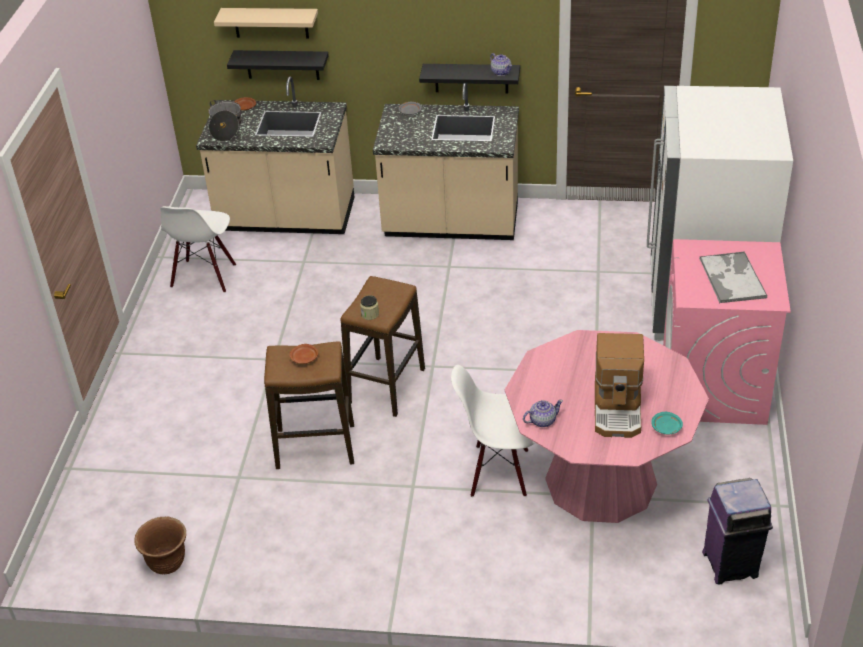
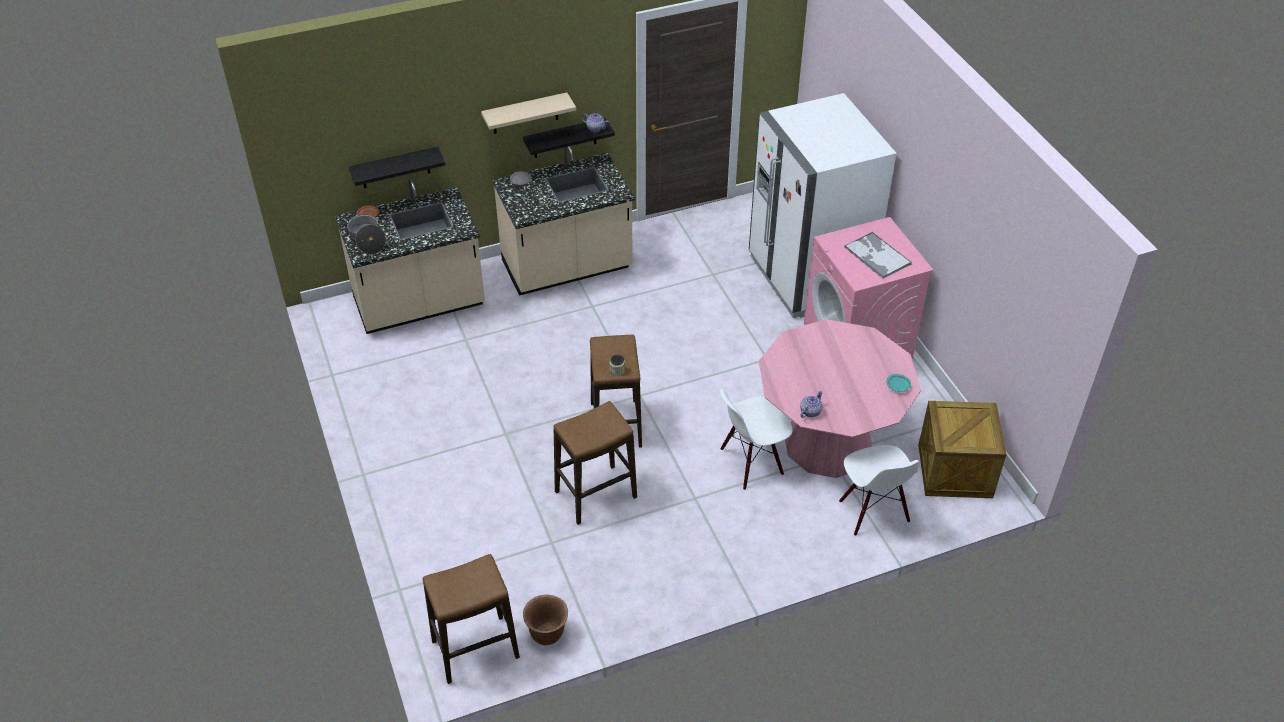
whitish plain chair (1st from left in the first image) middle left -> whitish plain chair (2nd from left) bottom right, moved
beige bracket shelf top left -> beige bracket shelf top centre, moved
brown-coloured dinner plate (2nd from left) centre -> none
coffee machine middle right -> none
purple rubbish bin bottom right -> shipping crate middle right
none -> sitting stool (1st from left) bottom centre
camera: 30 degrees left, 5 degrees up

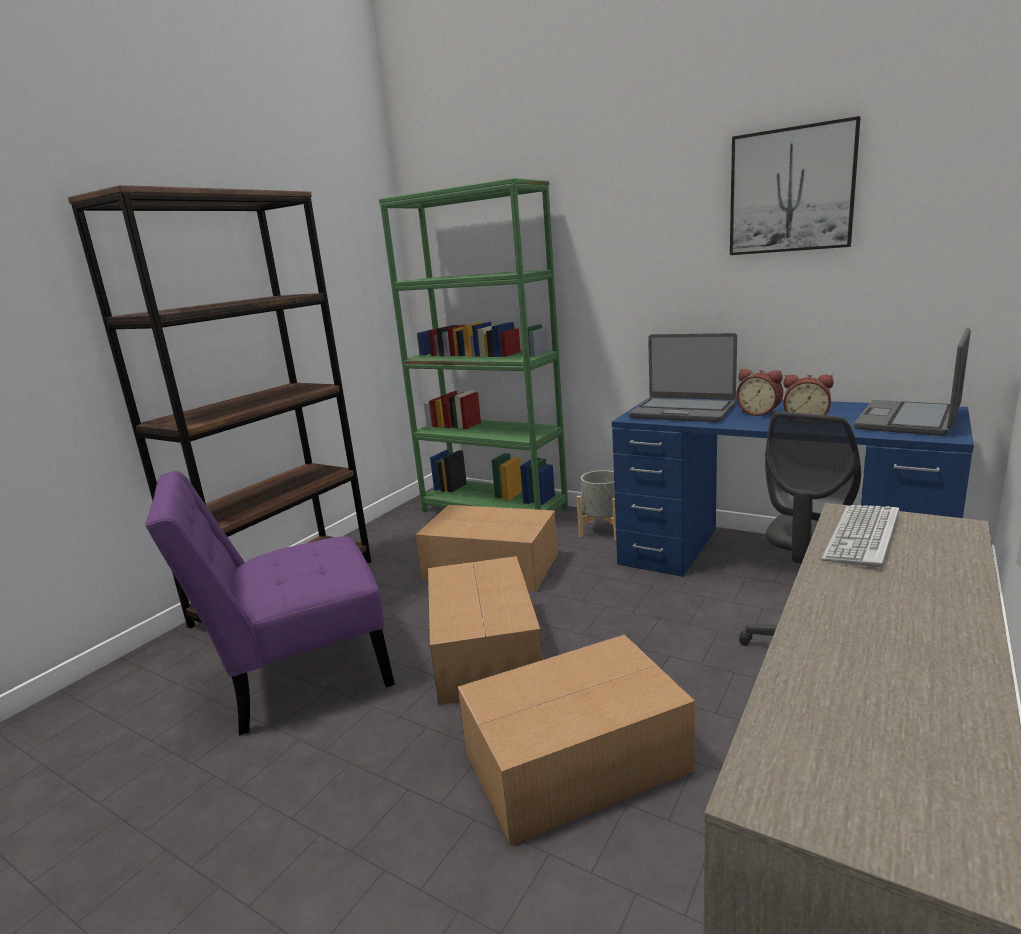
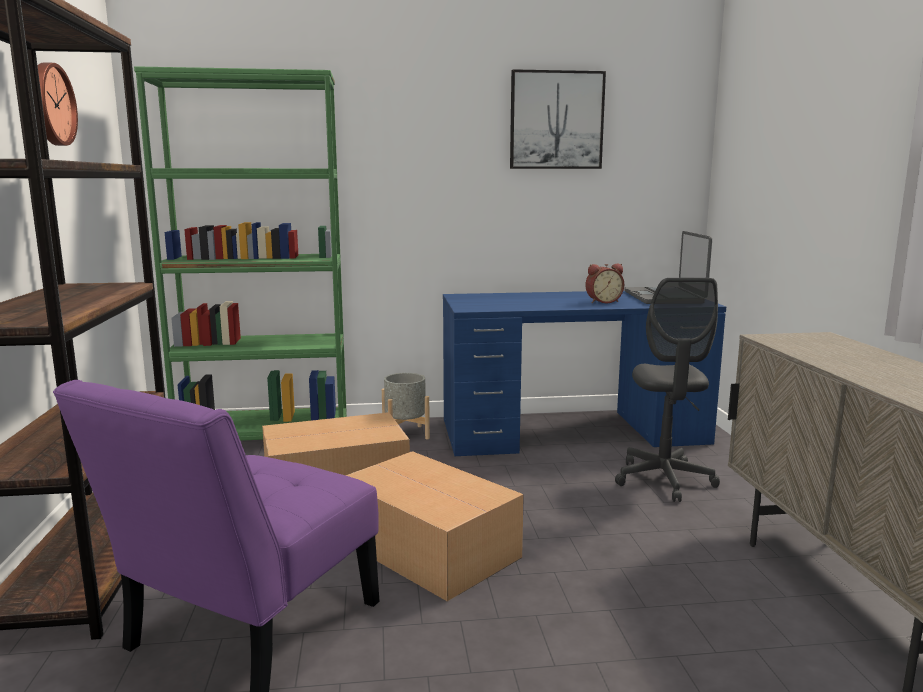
carton (3rd from left) bottom centre -> none
laptop (1st from left) middle right -> none
bedside clock (1st from left) middle right -> none
PC keyboard middle right -> none
none -> hanging clock top left
camera: 40 degrees left, 5 degrees down

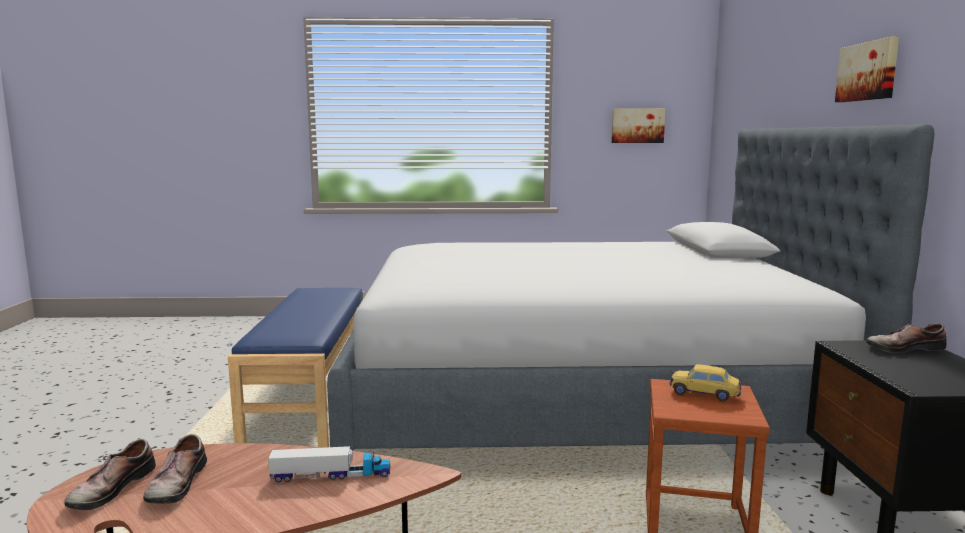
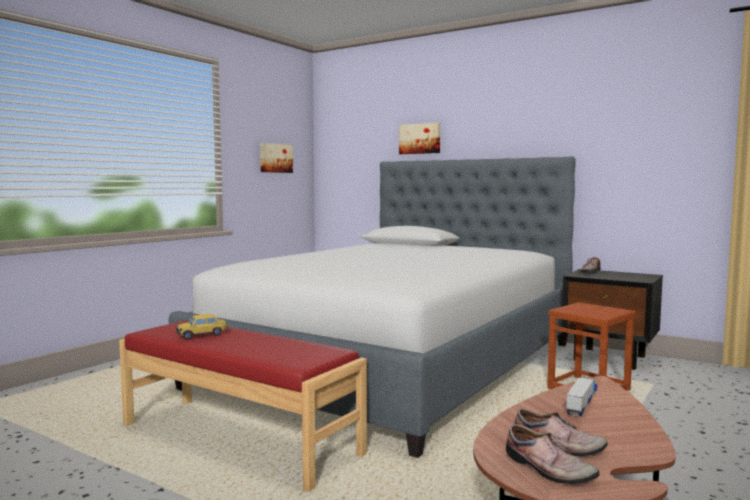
blue long seat bottom left -> red long seat bottom left
model car bottom right -> model car middle left, moved
wall art (2nd from left) top right -> wall art (2nd from left) top centre, moved
camera: 55 degrees left, 5 degrees down

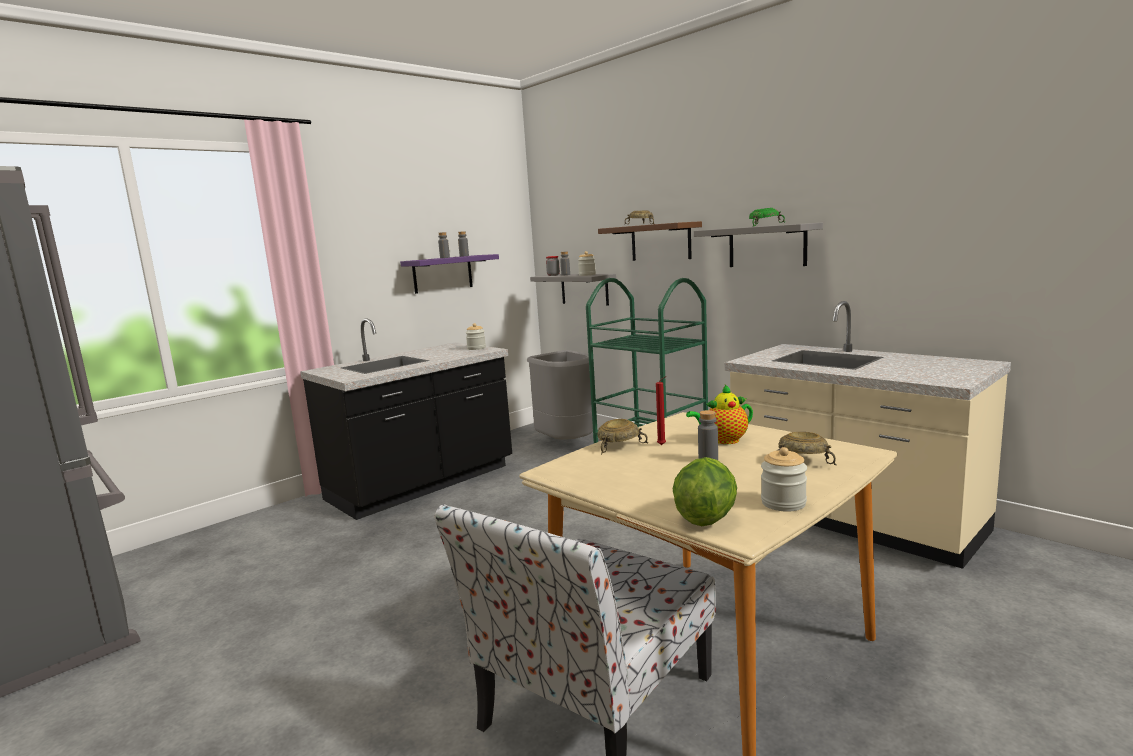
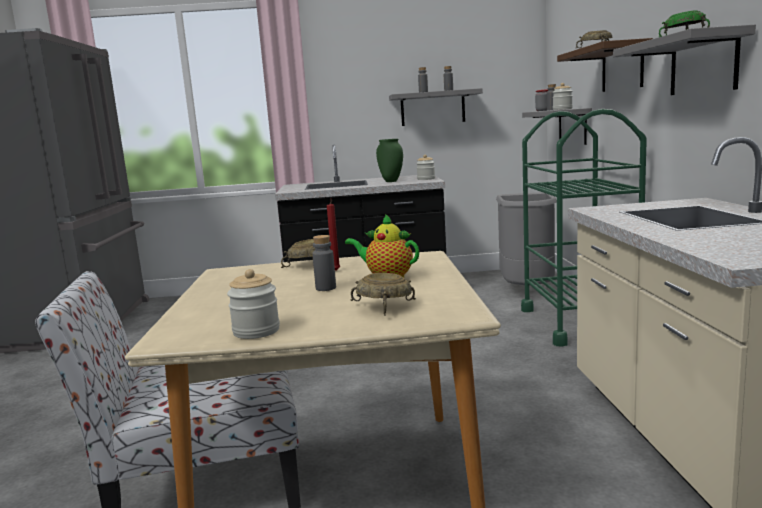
purple bracket shelf centre -> grey bracket shelf (1st from left) top centre
lettuce head centre -> none
none -> greenish decorative vase top centre
camera: 40 degrees right, 0 degrees up

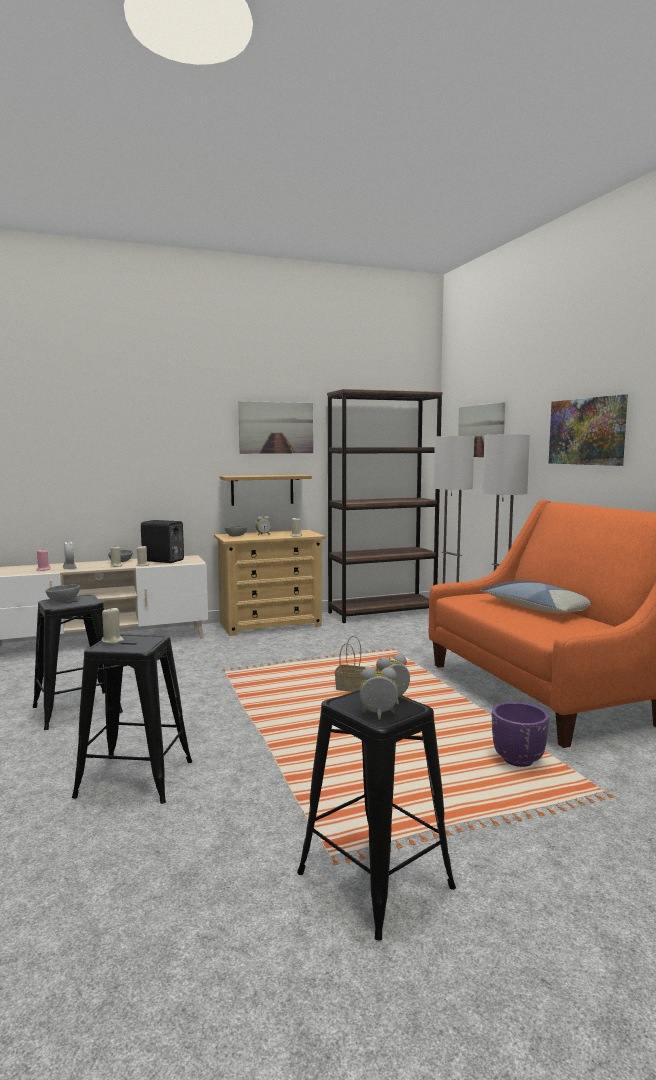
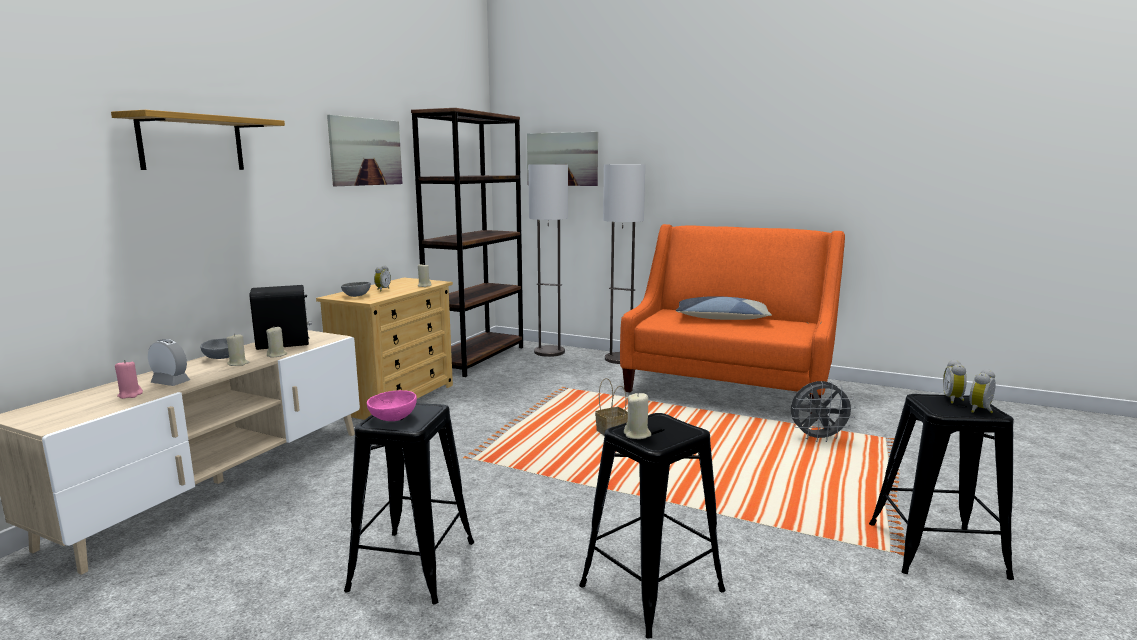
grey deep dish (1st from left) middle left -> pink deep dish centre
bracket shelf centre -> bracket shelf top left, moved
purple plant pot bottom right -> grey cooling fan middle right
wall art (3rd from left) middle right -> none
camera: 45 degrees left, 5 degrees up

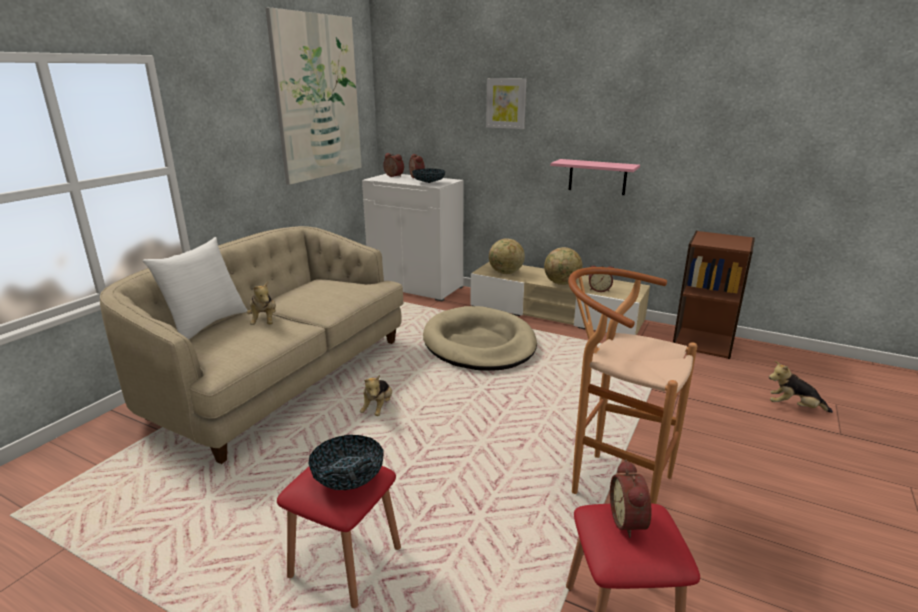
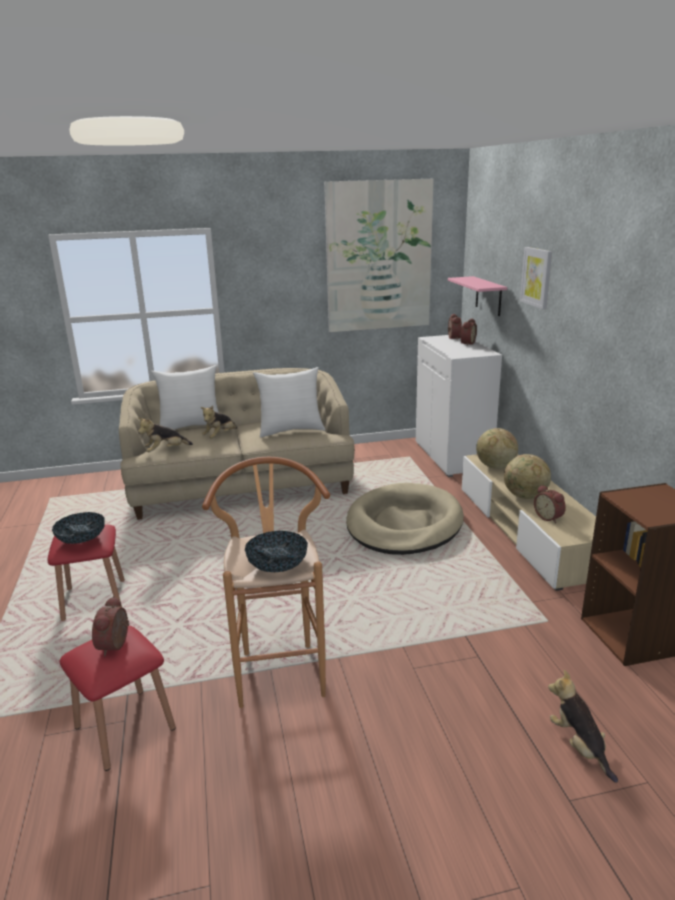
soft toy (2nd from left in the first image) centre -> soft toy (1st from left) middle left, moved
deep dish (2nd from left) top centre -> deep dish (2nd from left) centre, moved
pink bracket shelf top centre -> pink bracket shelf top right, moved
bedside clock (4th from left in the first image) bottom right -> bedside clock (1st from left) bottom left, 45 degrees counterclockwise
none -> whitish throw pillow (2nd from left) centre
camera: 50 degrees right, 0 degrees up

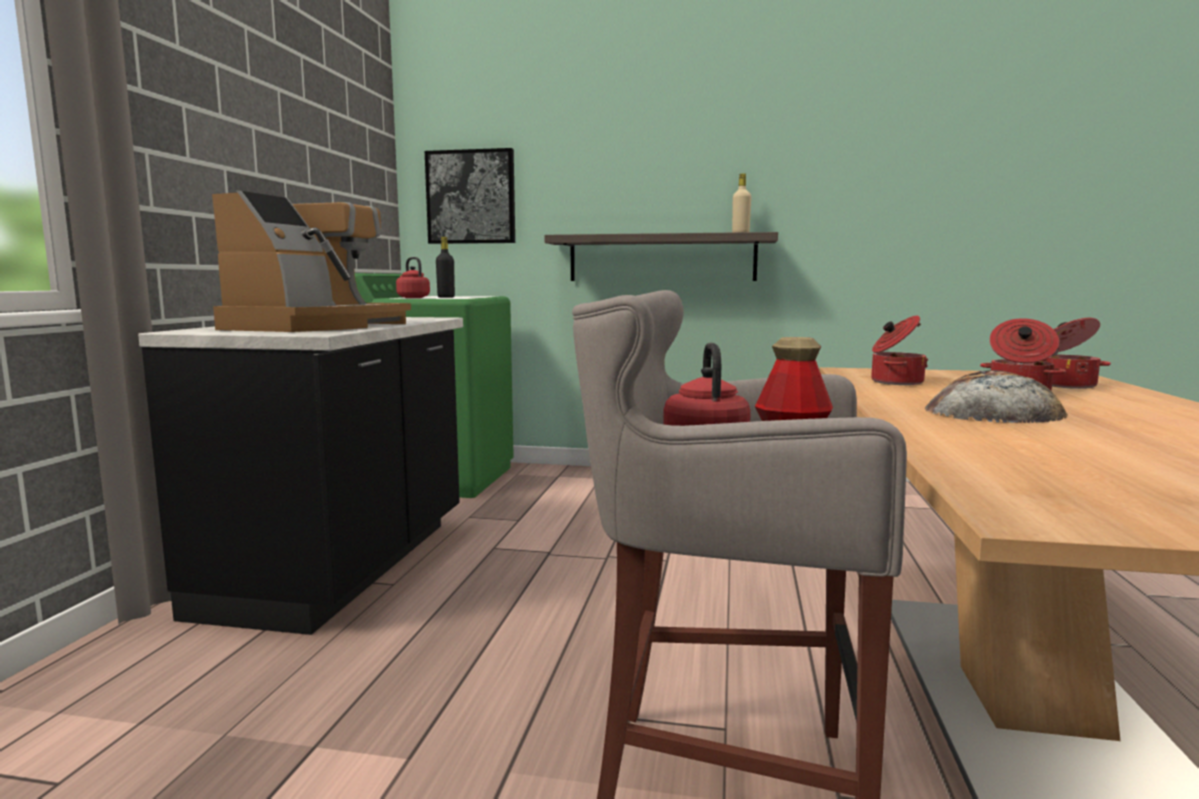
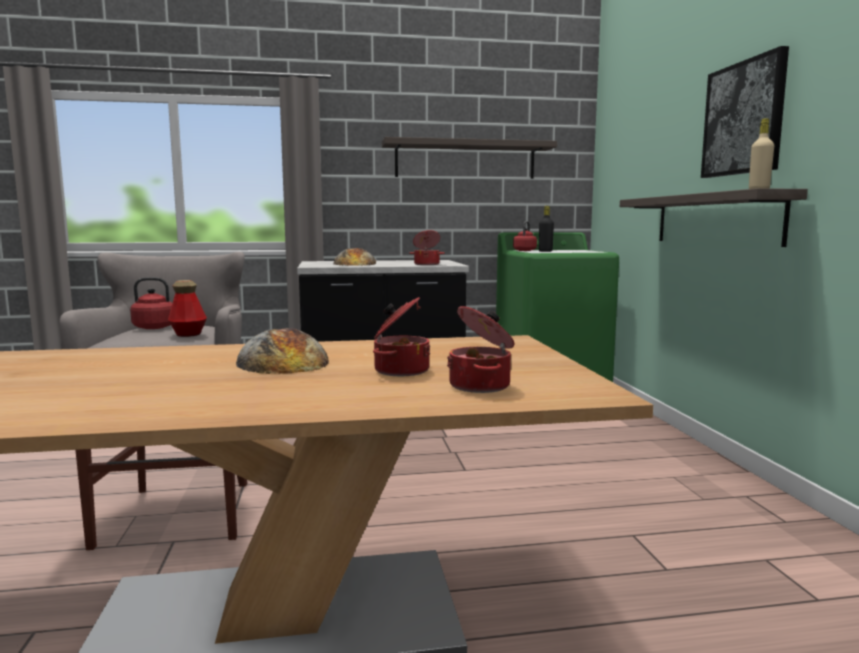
coffee machine top left -> bakery bread (2nd from left) centre
wall art top centre -> wall art top right, moved
cooking pot (1st from left in the first image) middle right -> cooking pot (2nd from left) centre, moved
none -> bracket shelf (1st from left) top centre
camera: 70 degrees right, 0 degrees up

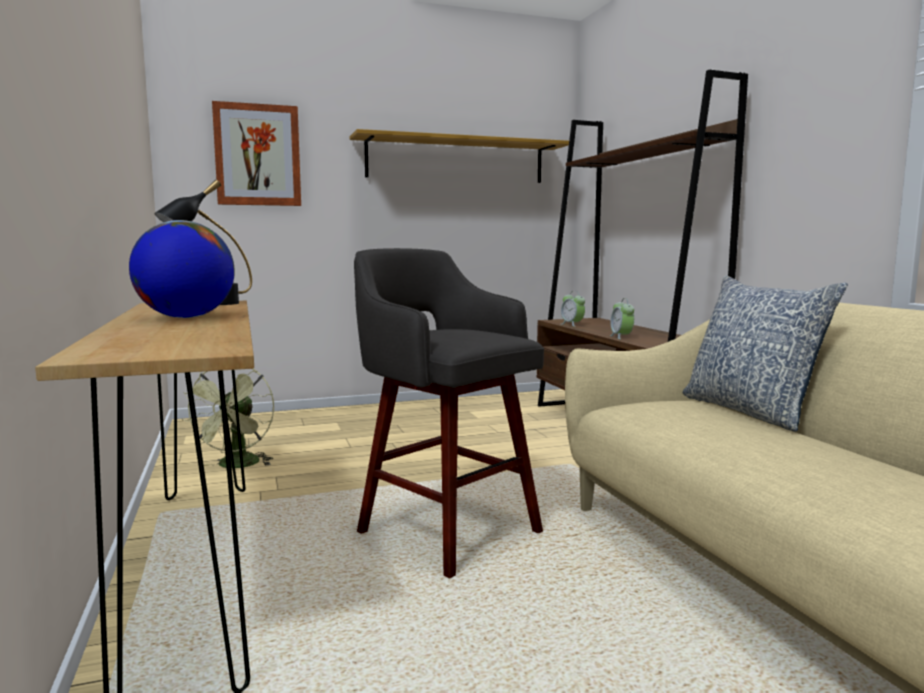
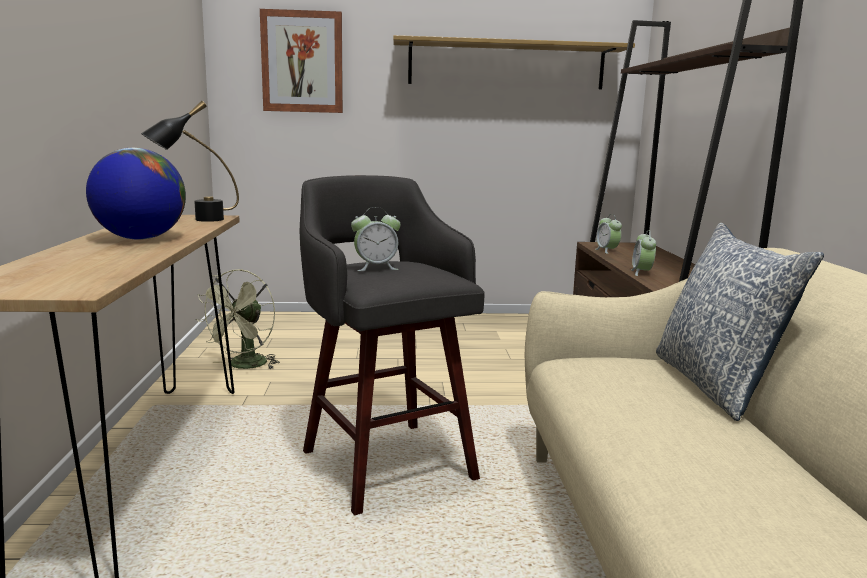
none -> bedside clock (1st from left) centre
camera: 15 degrees right, 5 degrees up

